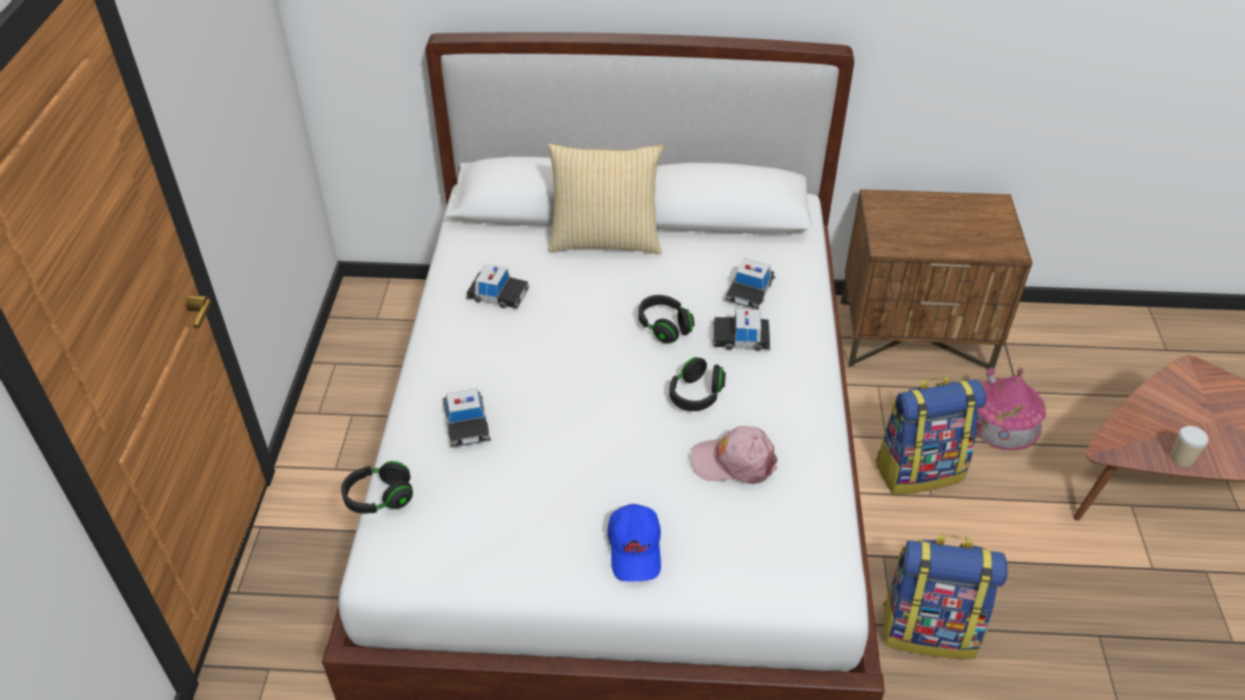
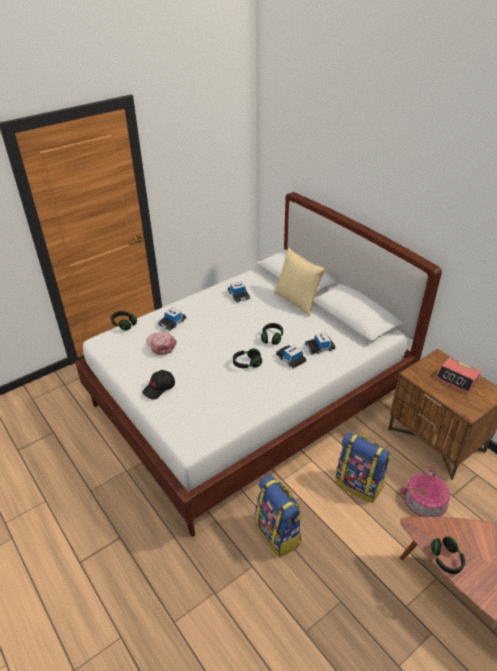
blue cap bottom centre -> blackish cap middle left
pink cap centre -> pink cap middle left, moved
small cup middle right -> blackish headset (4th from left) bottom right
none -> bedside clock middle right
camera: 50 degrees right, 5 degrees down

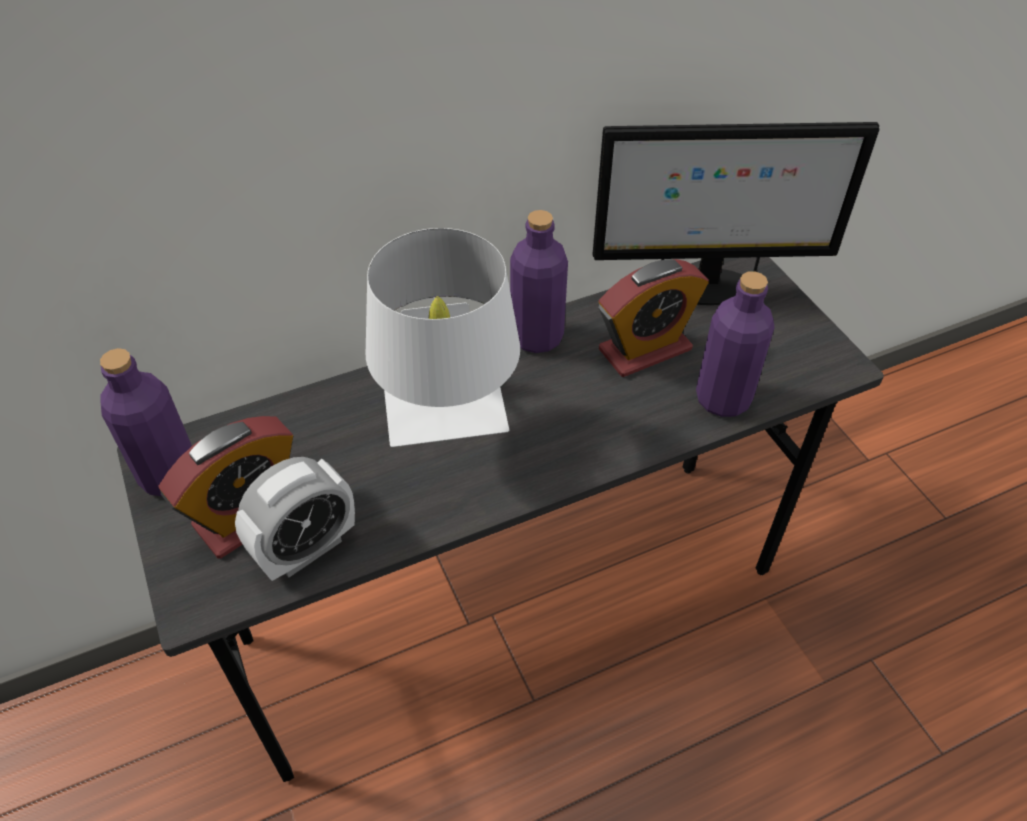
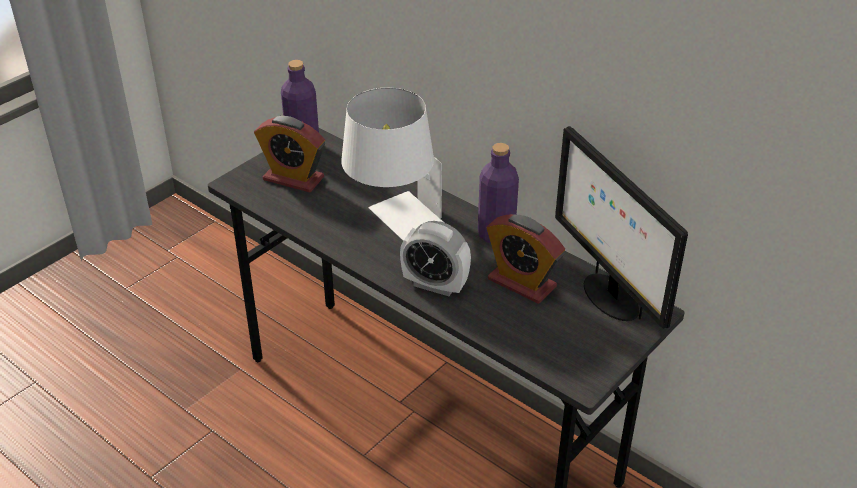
bedside clock (2nd from left) middle left -> bedside clock (2nd from left) centre, moved
purple bottle (3rd from left) middle right -> none
camera: 65 degrees right, 10 degrees down

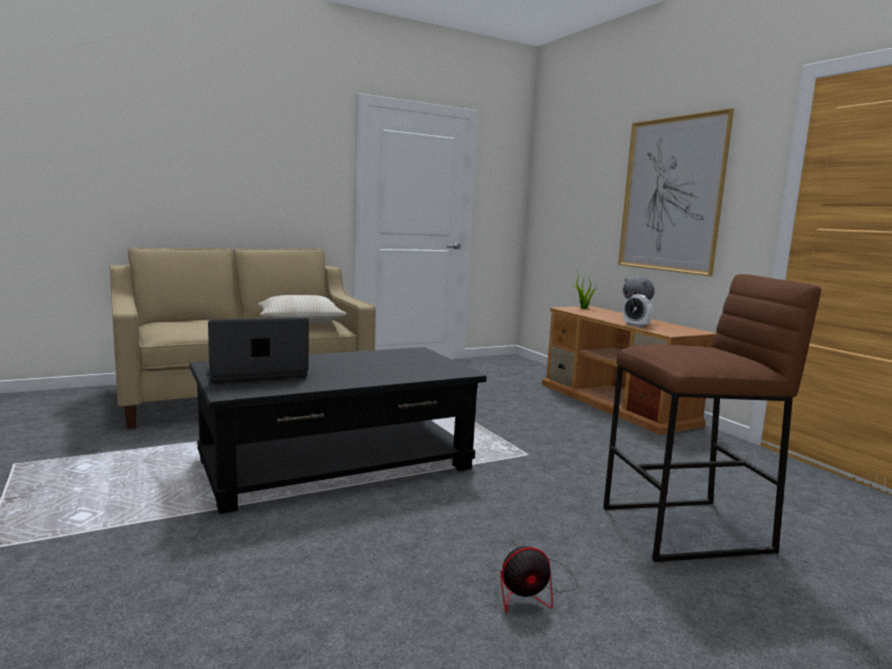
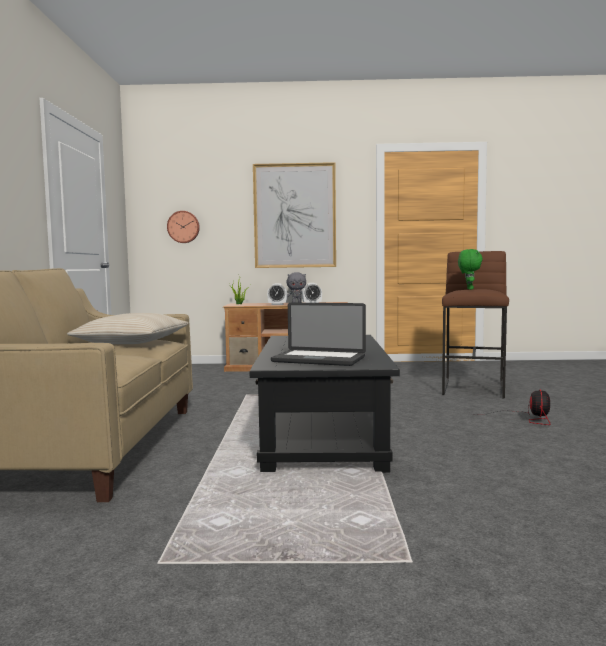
laptop middle left -> laptop centre, 75 degrees counterclockwise
none -> hanging clock middle left
none -> bedside clock (1st from left) centre
none -> greenish soft toy middle right
camera: 60 degrees left, 5 degrees down

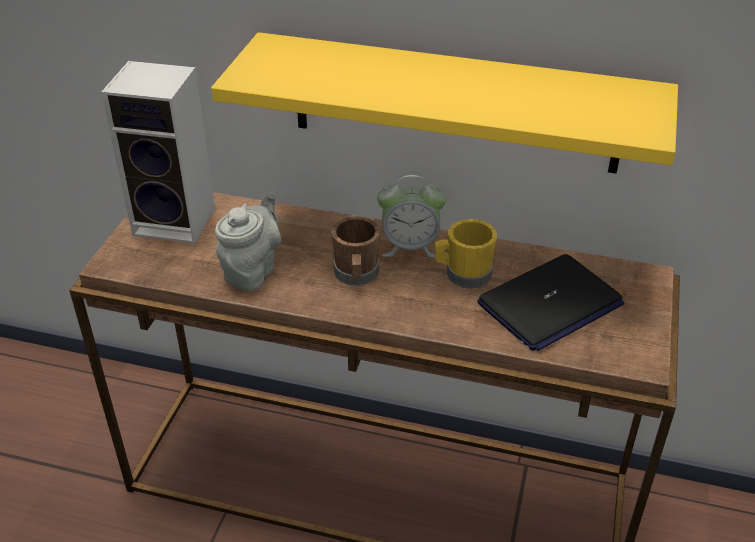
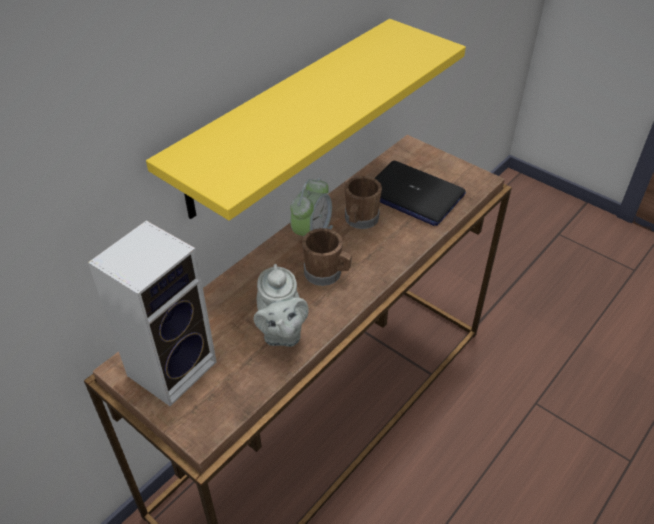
grey tea pot middle left -> grey tea pot centre, 150 degrees counterclockwise
yellow-coloured tea mug centre -> brown-coloured tea mug (2nd from left) centre
laptop middle right -> laptop centre, 135 degrees clockwise
camera: 65 degrees left, 5 degrees up

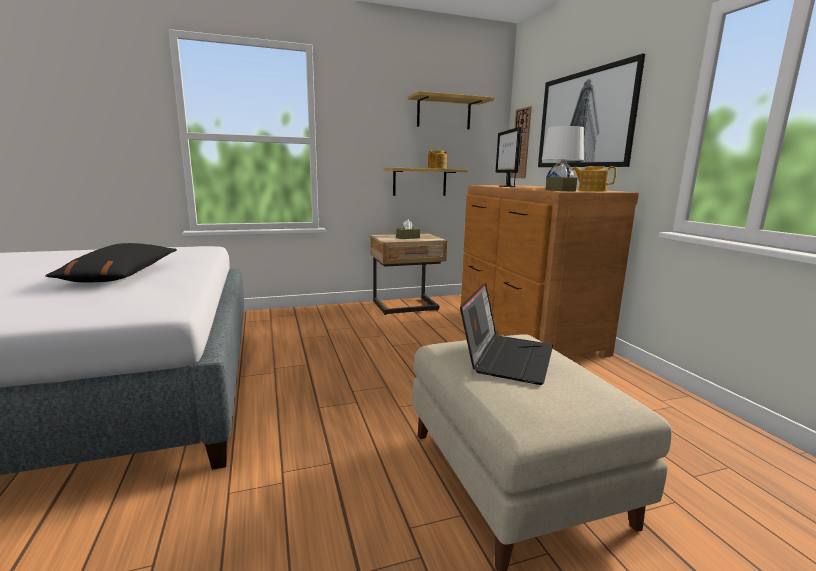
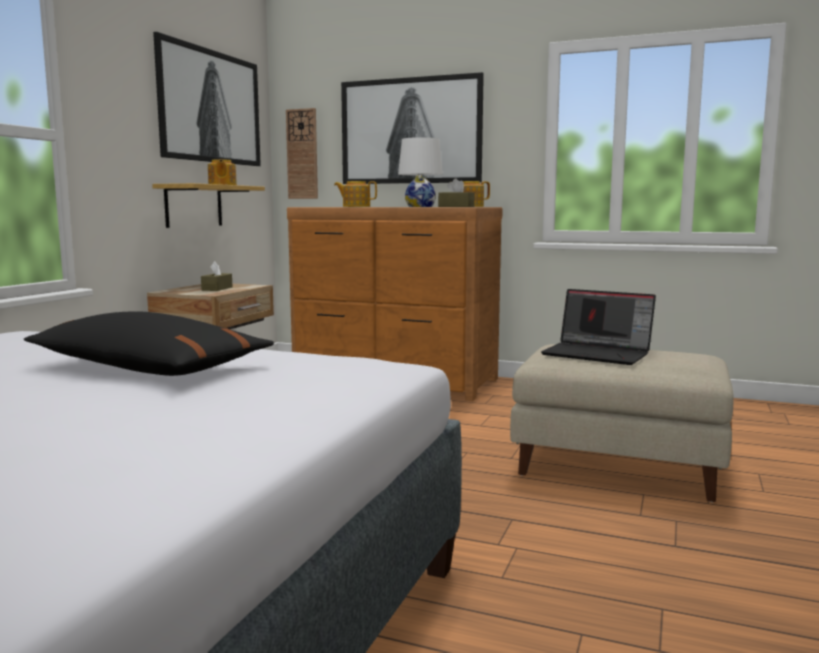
bracket shelf (2nd from left) top centre -> wall art (1st from left) top left
laptop centre -> laptop middle right, 150 degrees clockwise
monitor top centre -> tea pot (2nd from left) top centre
camera: 50 degrees left, 5 degrees down

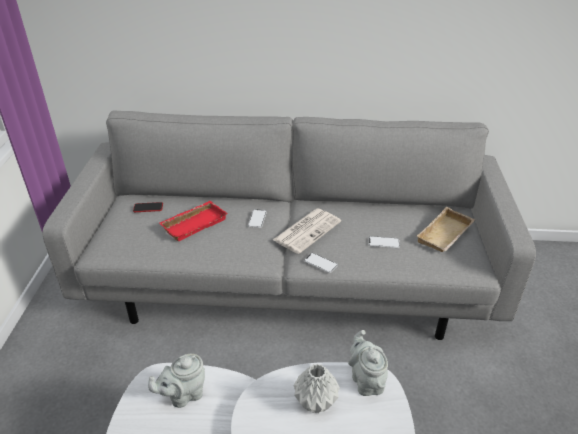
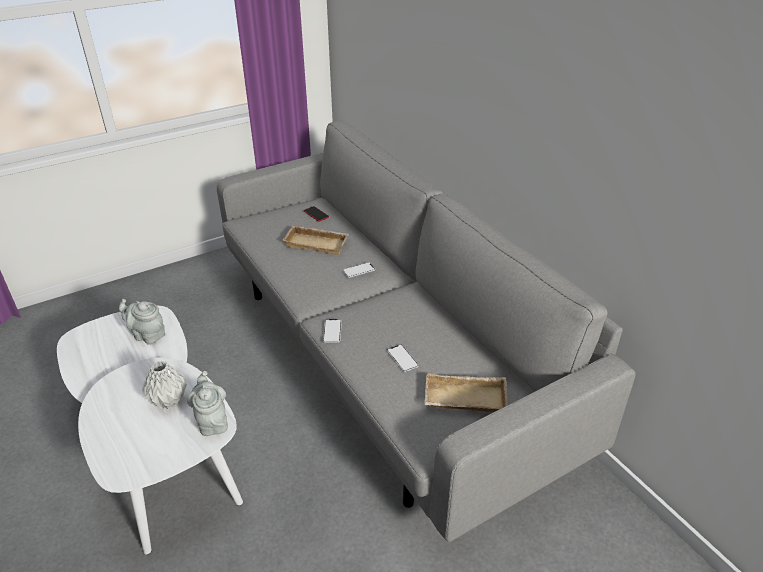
red serving tray centre -> beige serving tray (1st from left) centre
newspaper centre -> none
grey tea pot (2nd from left) bottom centre -> grey tea pot (2nd from left) bottom left, 60 degrees counterclockwise
camera: 55 degrees right, 0 degrees up

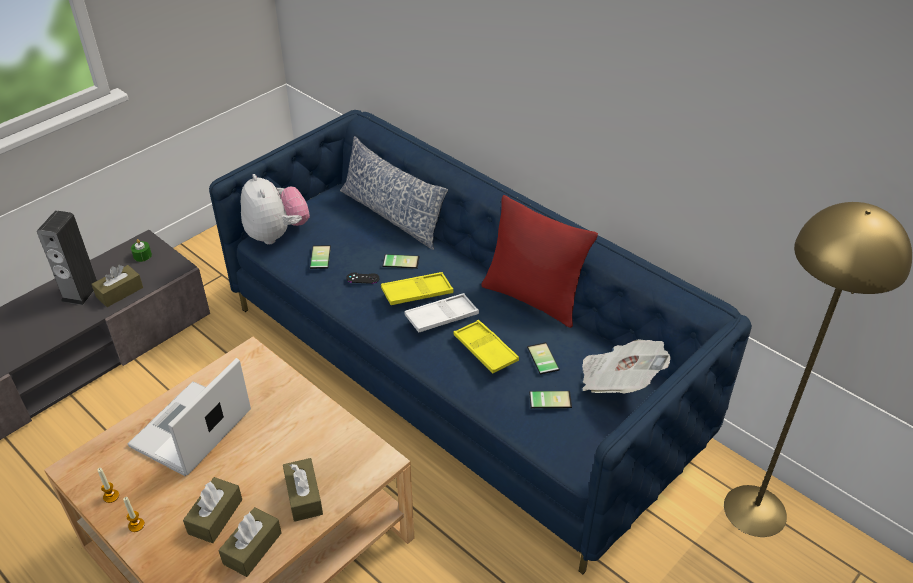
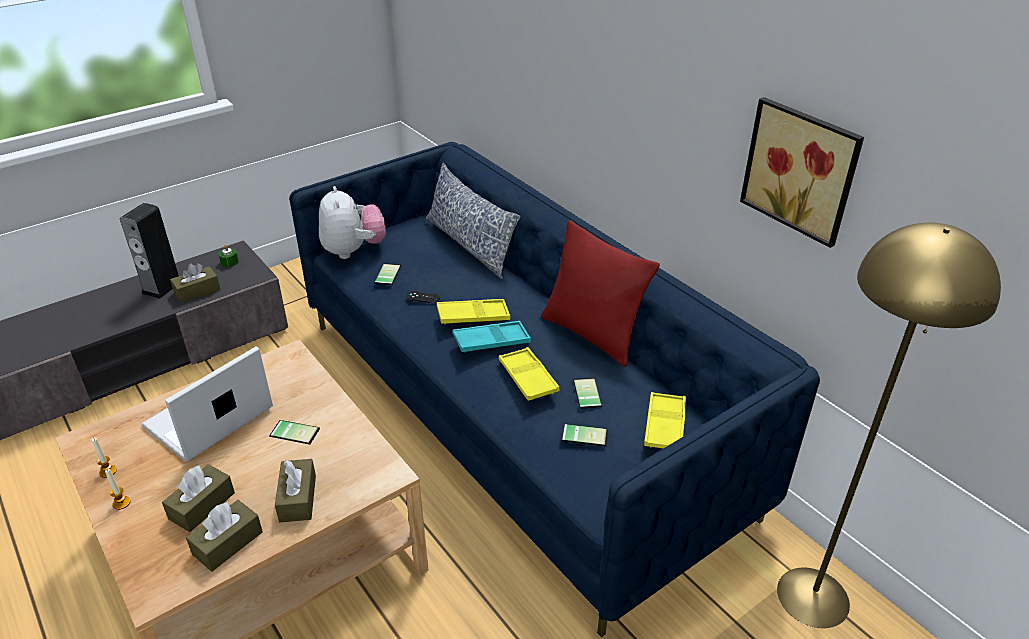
telephone (2nd from left in the first image) centre -> telephone (1st from left) bottom left, moved
whitish serving tray centre -> blue-green serving tray centre
newspaper middle right -> yellow-coloured serving tray (3rd from left) centre
none -> wall art top right
camera: 10 degrees right, 5 degrees down

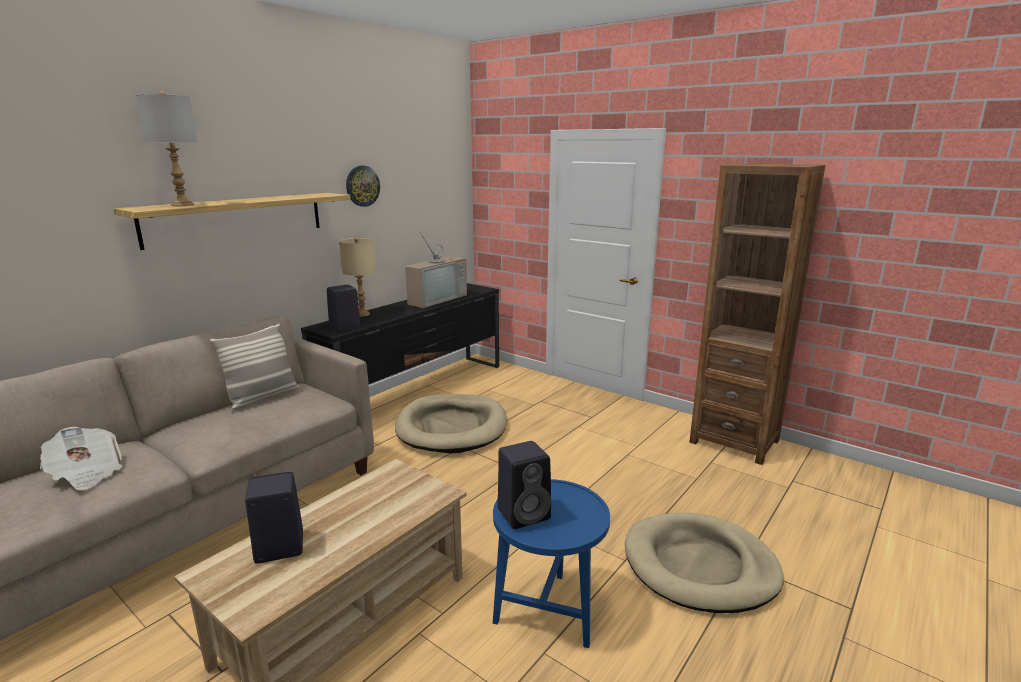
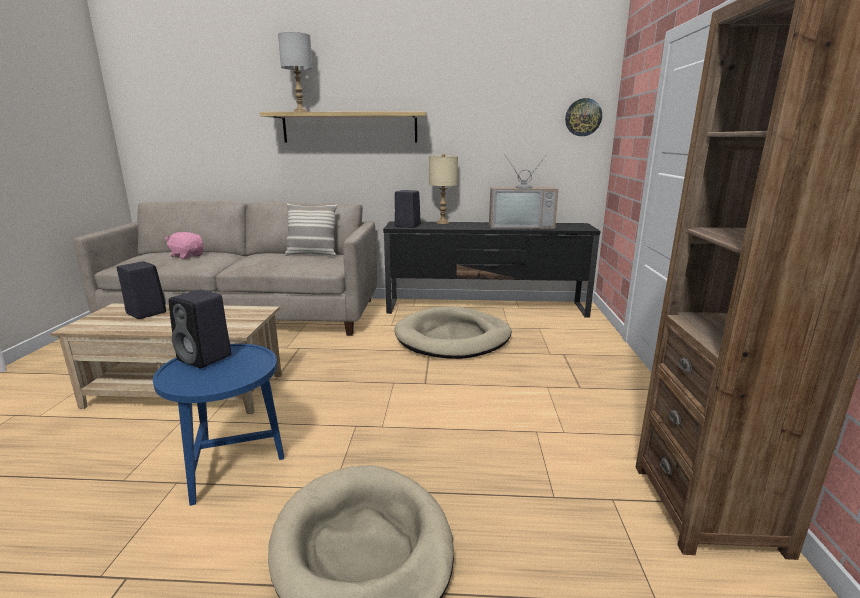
newspaper bottom left -> pink soft toy middle left
hanging clock top centre -> hanging clock top right, moved
camera: 55 degrees right, 0 degrees up

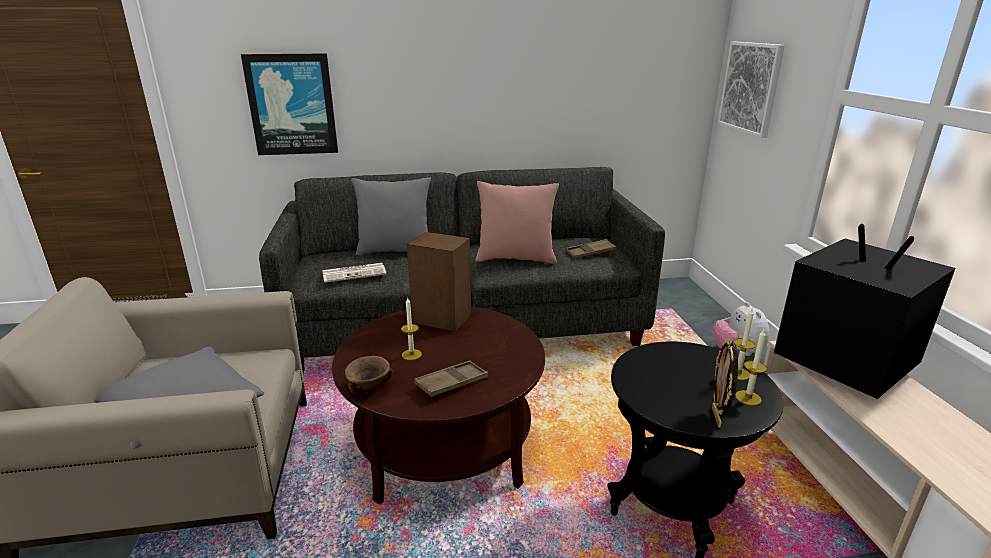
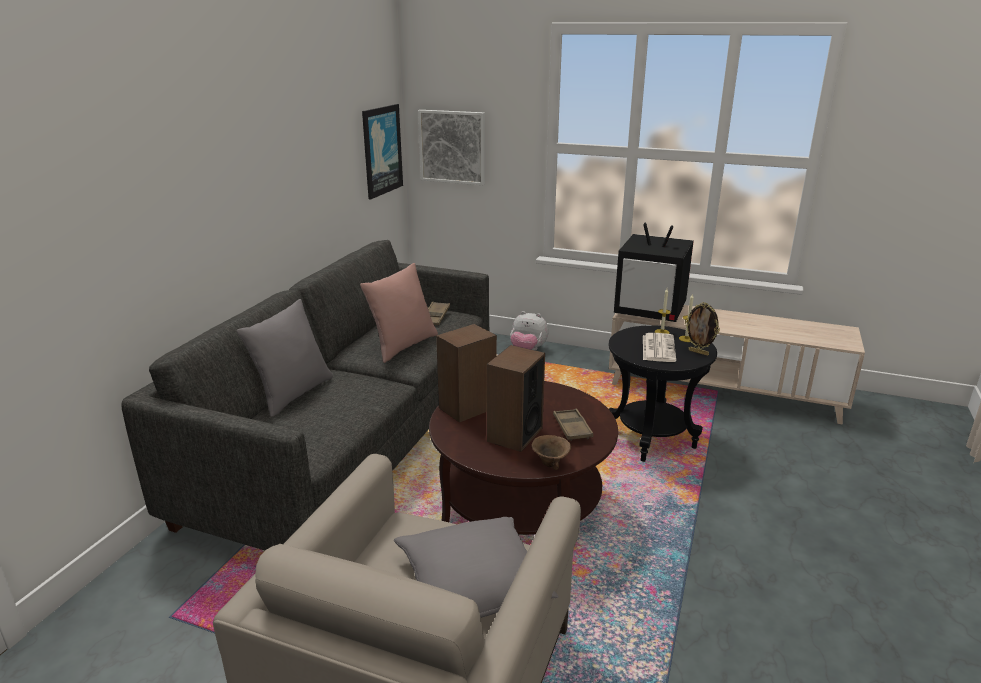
wall art (1st from left) top left -> wall art (1st from left) top centre, moved
newspaper centre -> newspaper middle right, moved
wax candle (1st from left) centre -> speaker (2nd from left) centre
TV middle right, 150 degrees counterclockwise
camera: 60 degrees left, 0 degrees up

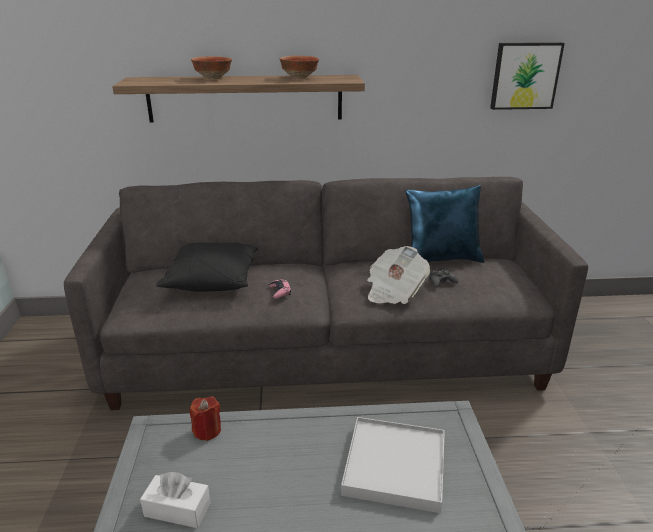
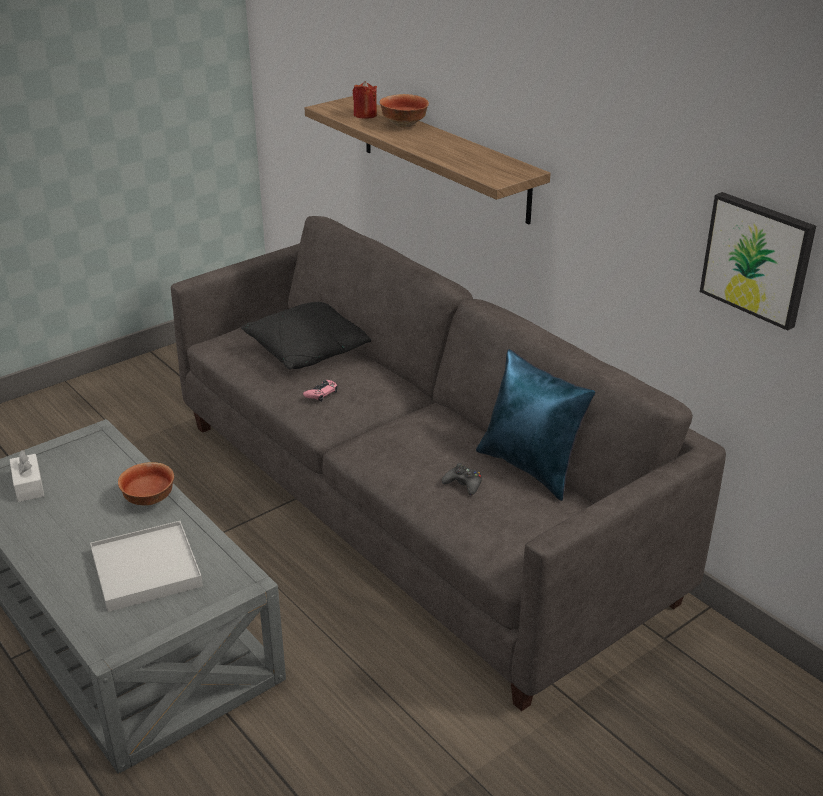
red wax candle bottom left -> red wax candle top centre, moved
deep dish (2nd from left in the first image) top centre -> deep dish (1st from left) middle left, moved
newspaper centre -> none
camera: 55 degrees right, 5 degrees up

